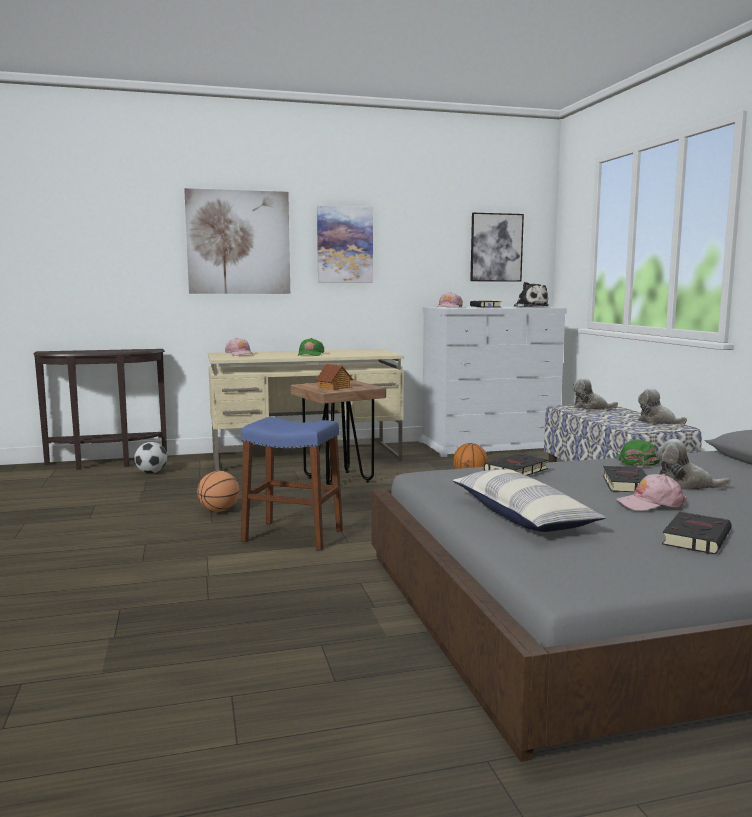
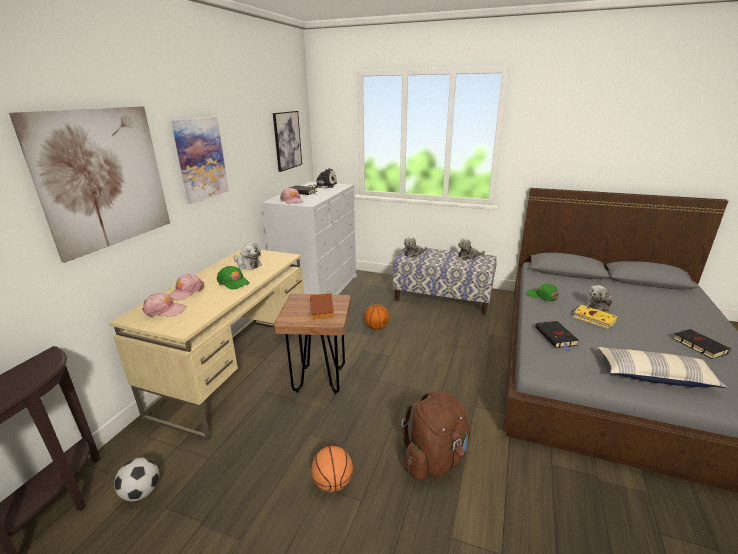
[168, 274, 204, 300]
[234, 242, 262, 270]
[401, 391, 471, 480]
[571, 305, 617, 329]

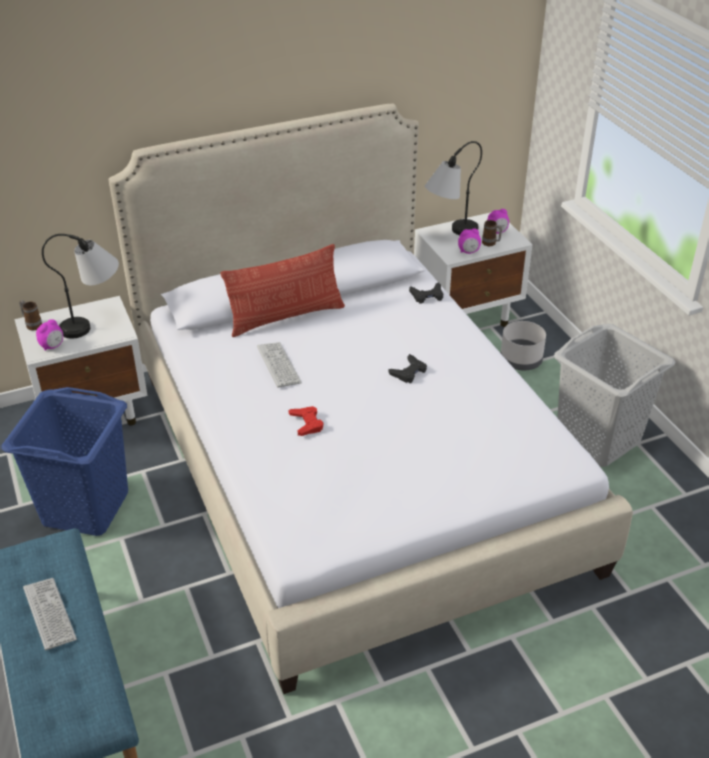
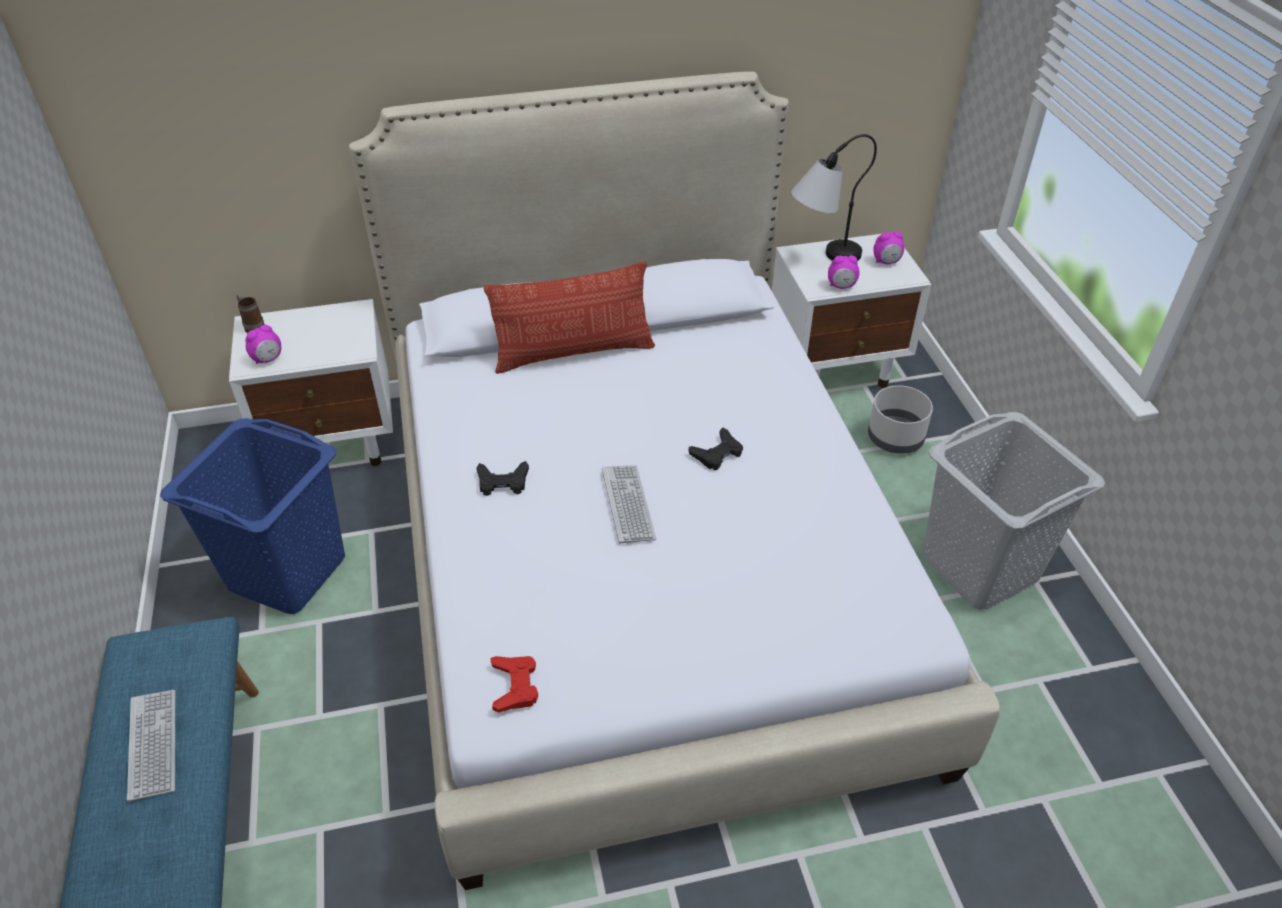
[477, 461, 529, 496]
[490, 656, 538, 712]
[602, 465, 656, 543]
[42, 234, 119, 339] (first image)
[482, 220, 502, 246] (first image)

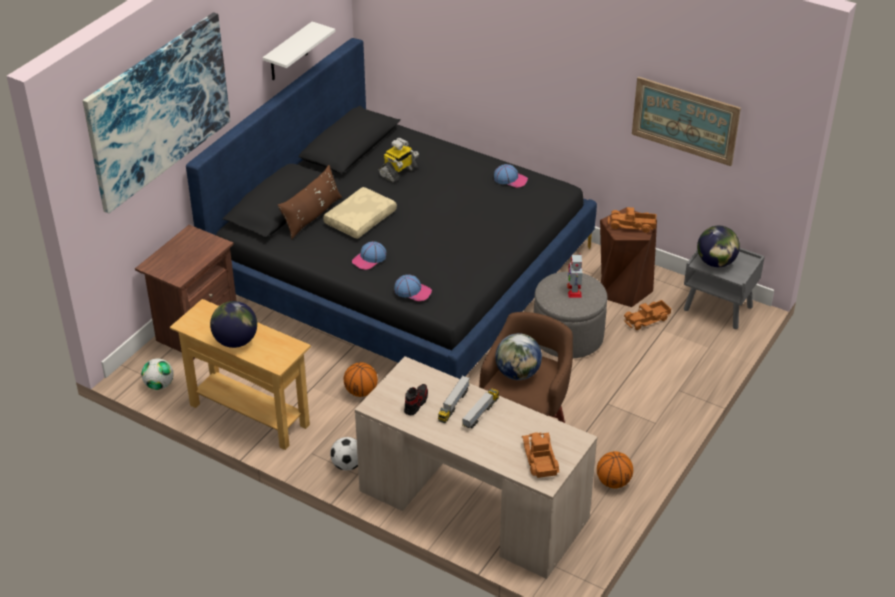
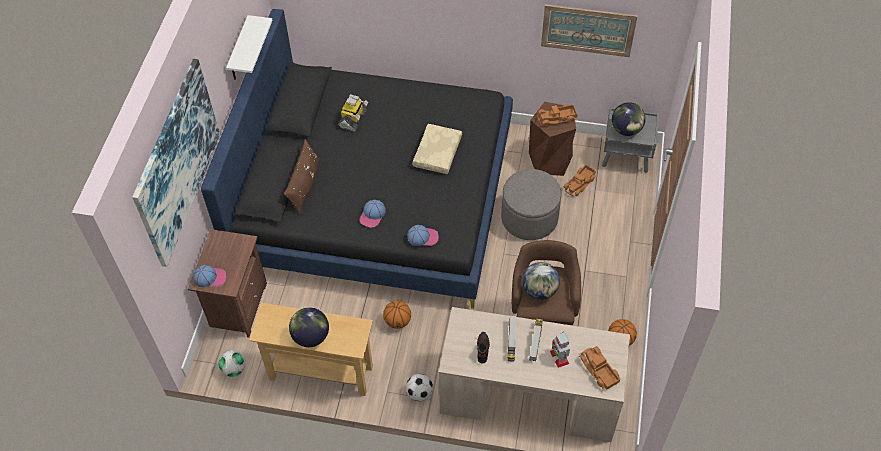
[193, 265, 226, 287]
[412, 124, 462, 174]
[550, 331, 570, 368]

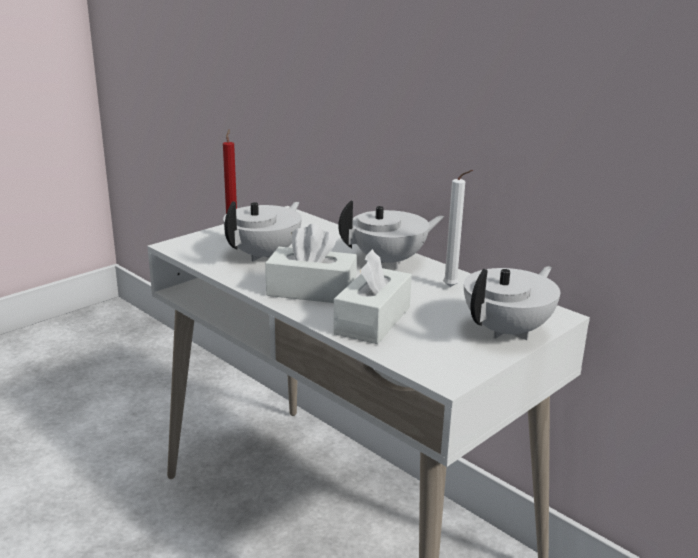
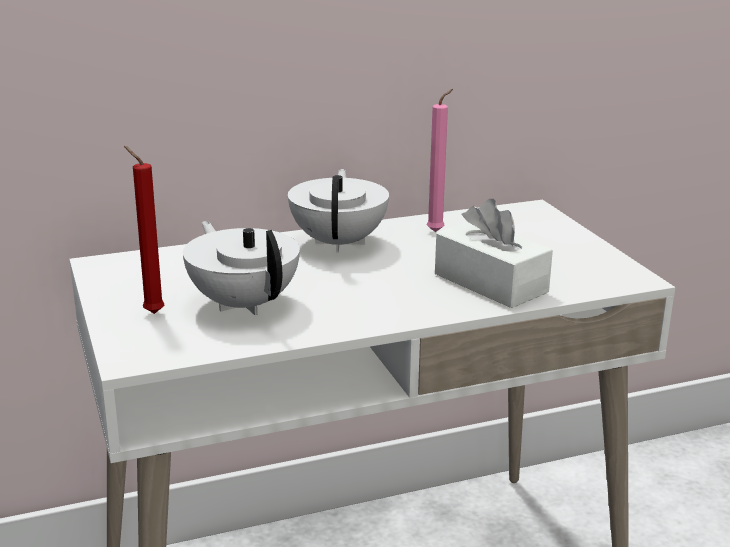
[427, 89, 453, 232]
[265, 224, 357, 303] (first image)
[464, 266, 560, 340] (first image)

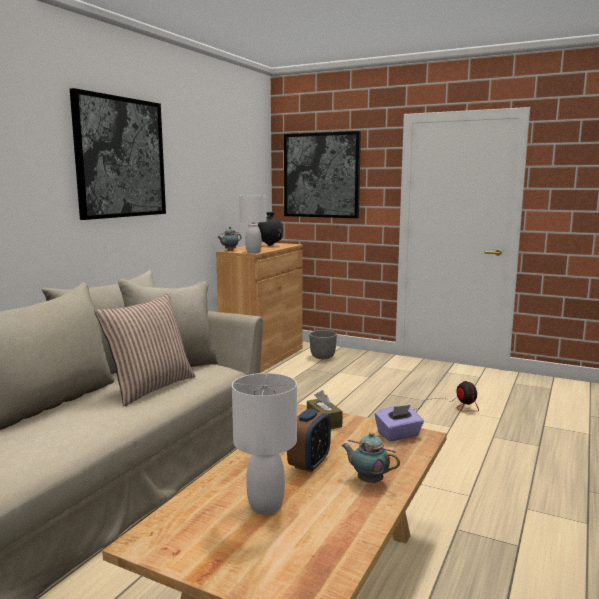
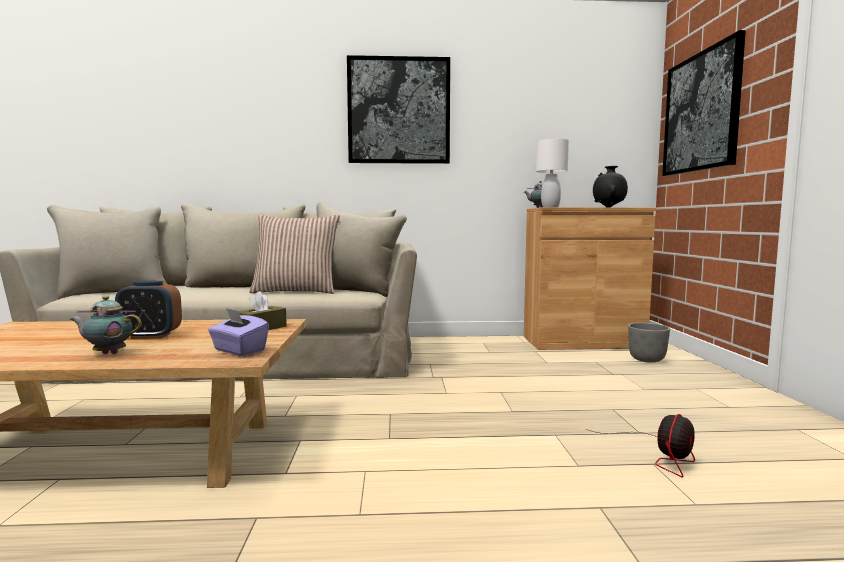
[70, 296, 142, 354]
[232, 373, 297, 515] (first image)

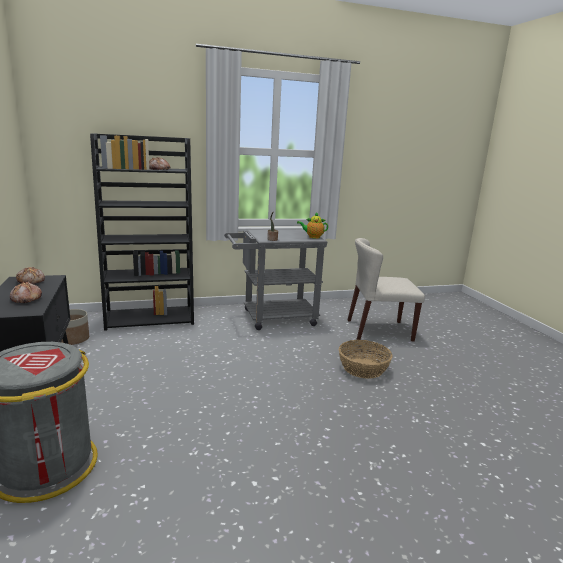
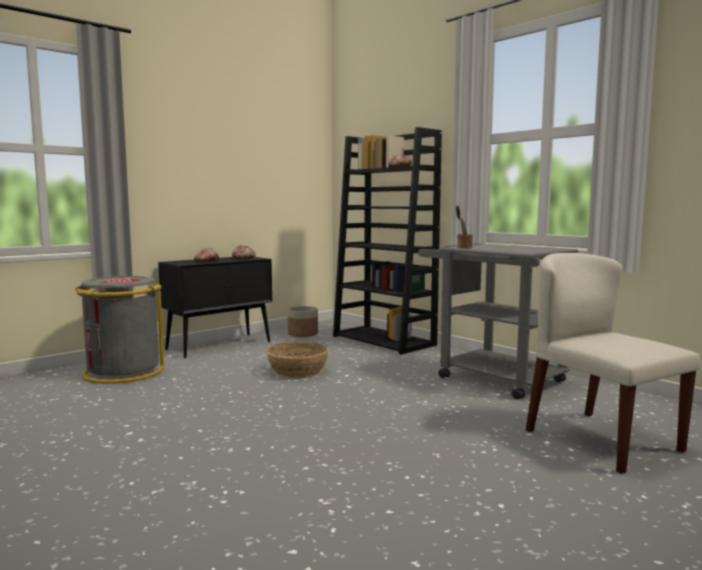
[266, 342, 329, 378]
[297, 212, 328, 239] (first image)

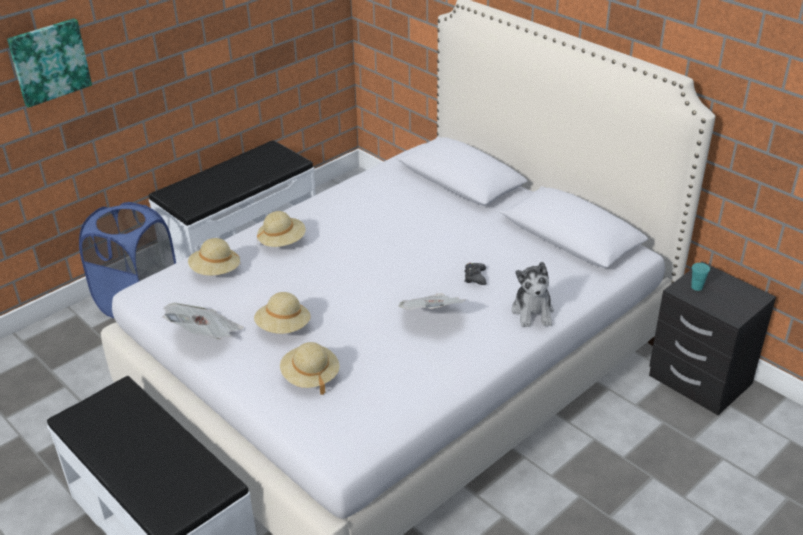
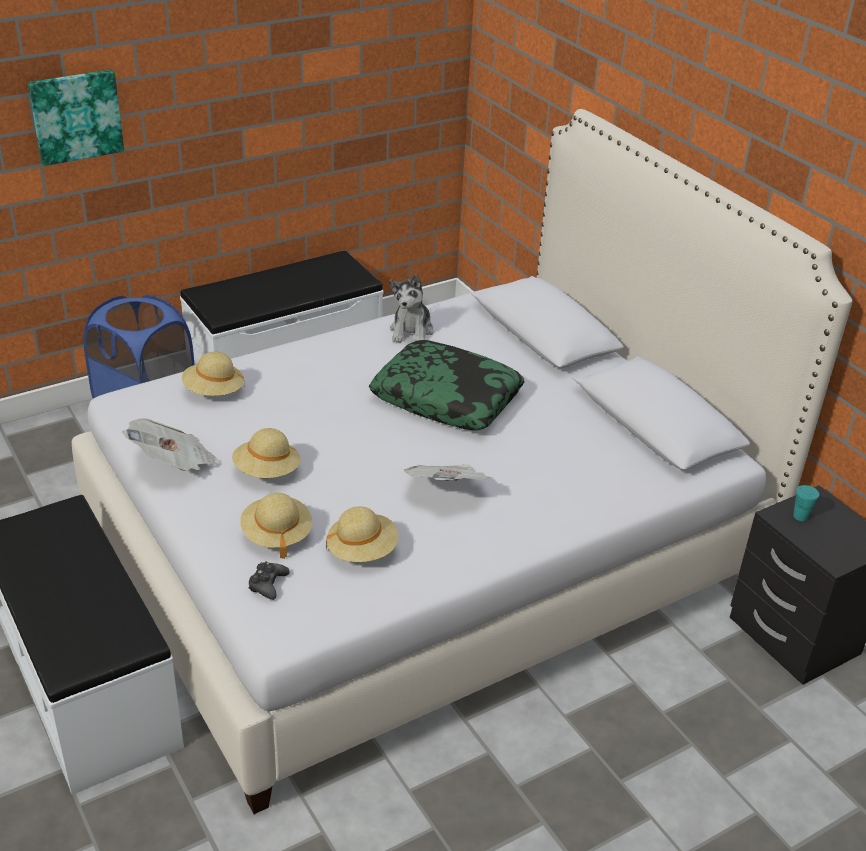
[248, 562, 290, 600]
[326, 506, 398, 562]
[369, 340, 524, 431]
[389, 274, 434, 343]

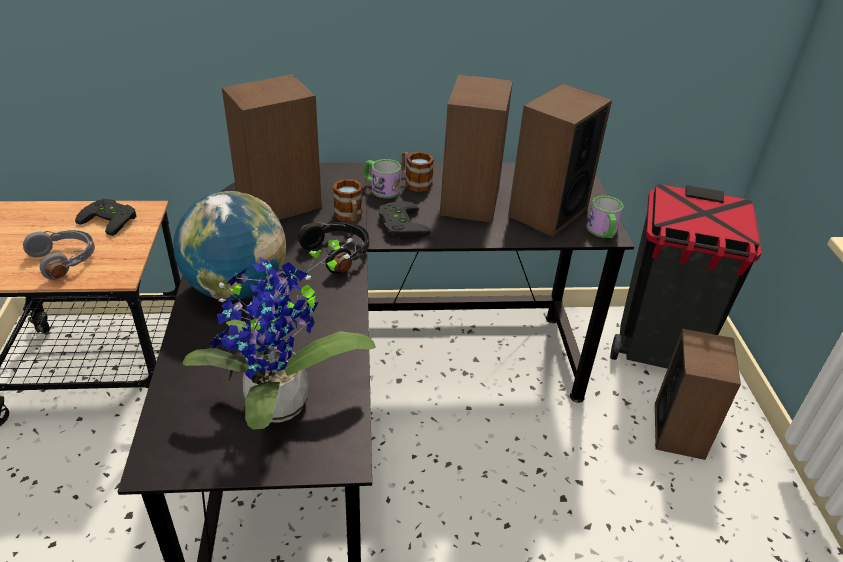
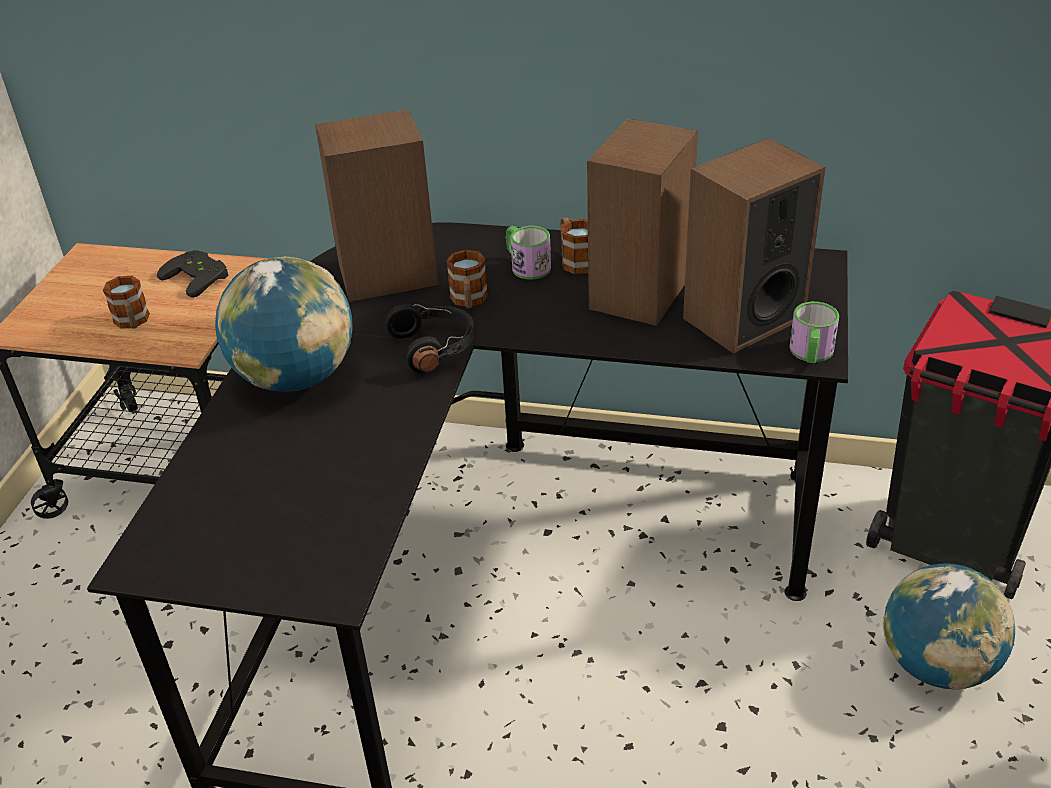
[103, 276, 150, 329]
[883, 563, 1015, 690]
[183, 238, 376, 430] (first image)
[379, 201, 431, 239] (first image)

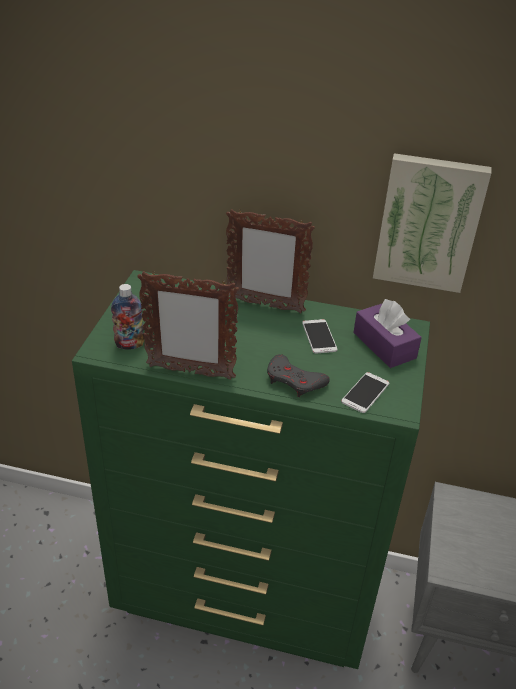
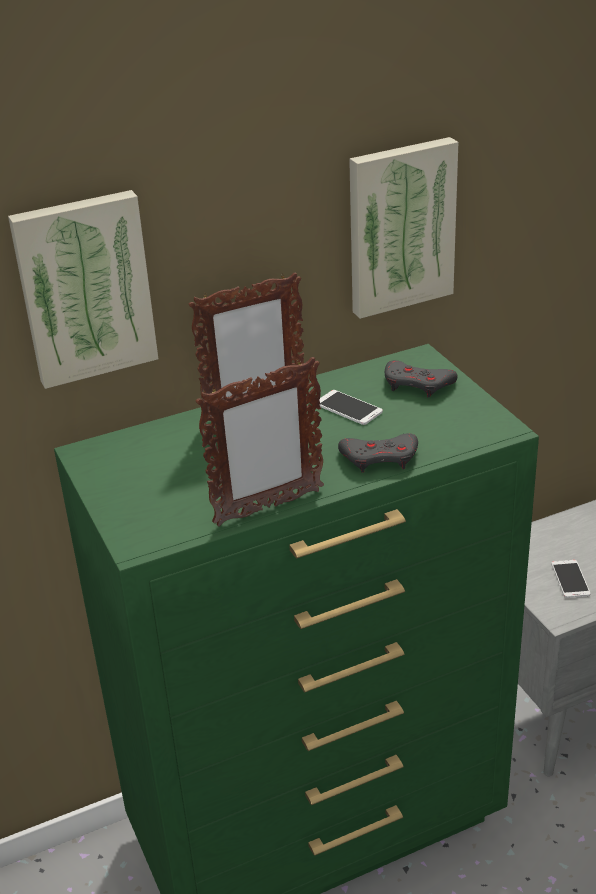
[8, 190, 158, 389]
[384, 360, 457, 398]
[551, 560, 591, 598]
[111, 284, 145, 350] (first image)

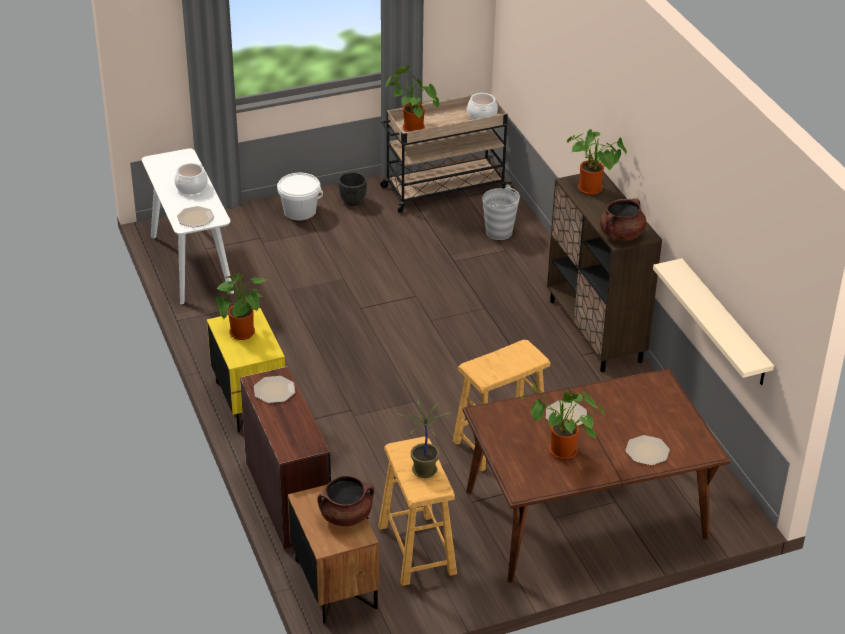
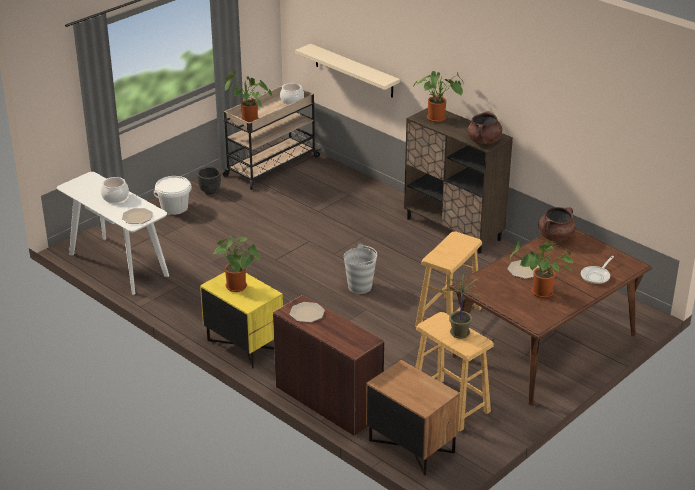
[295, 44, 400, 98]
[344, 243, 377, 294]
[538, 207, 576, 241]
[581, 256, 614, 284]

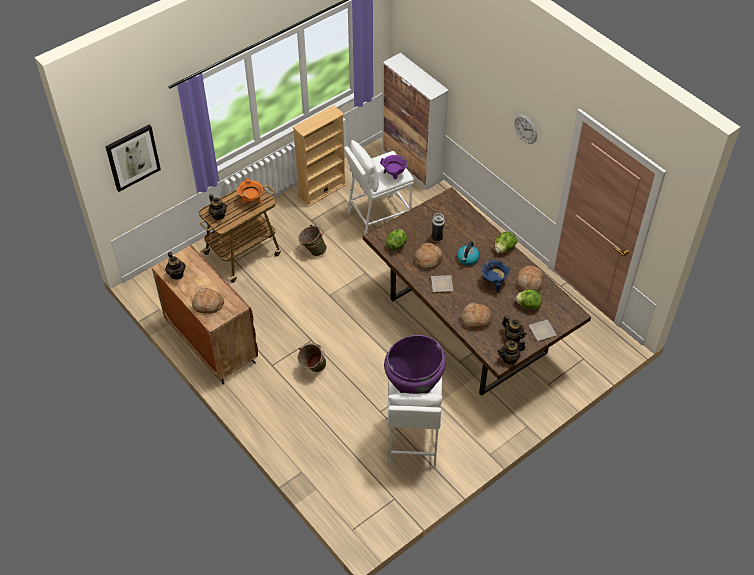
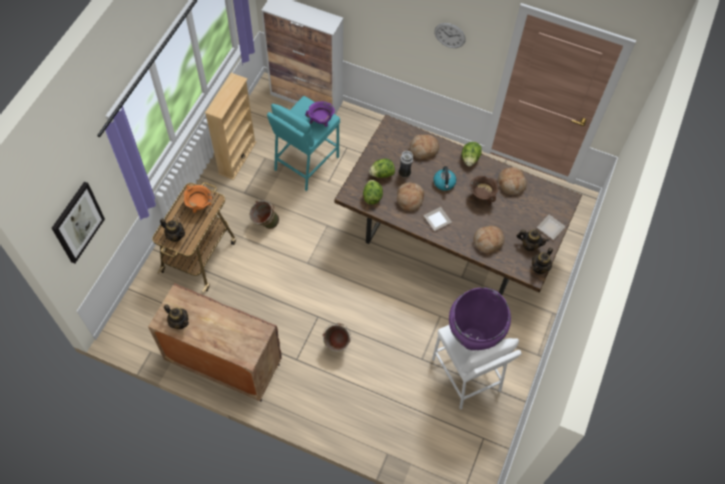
[267, 96, 340, 191]
[369, 159, 395, 178]
[410, 135, 439, 159]
[470, 176, 498, 206]

